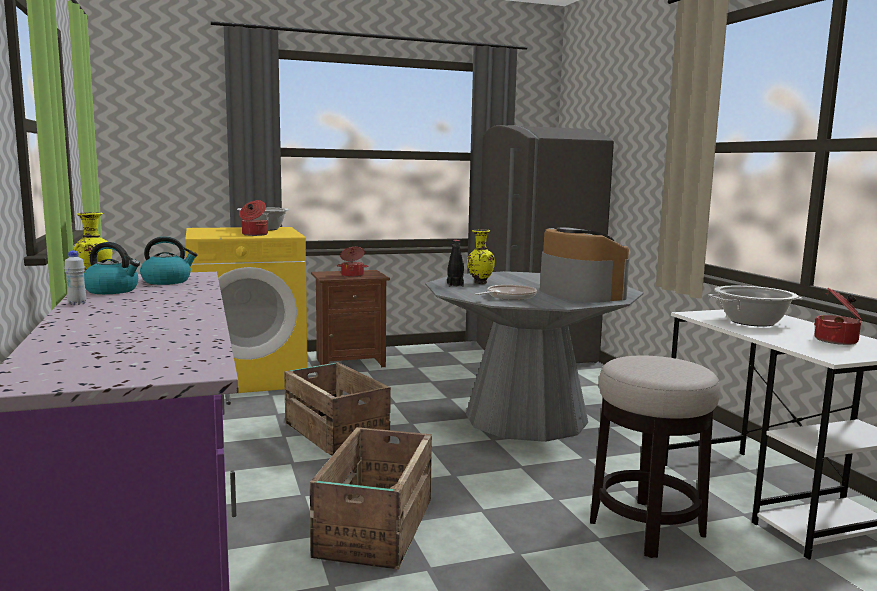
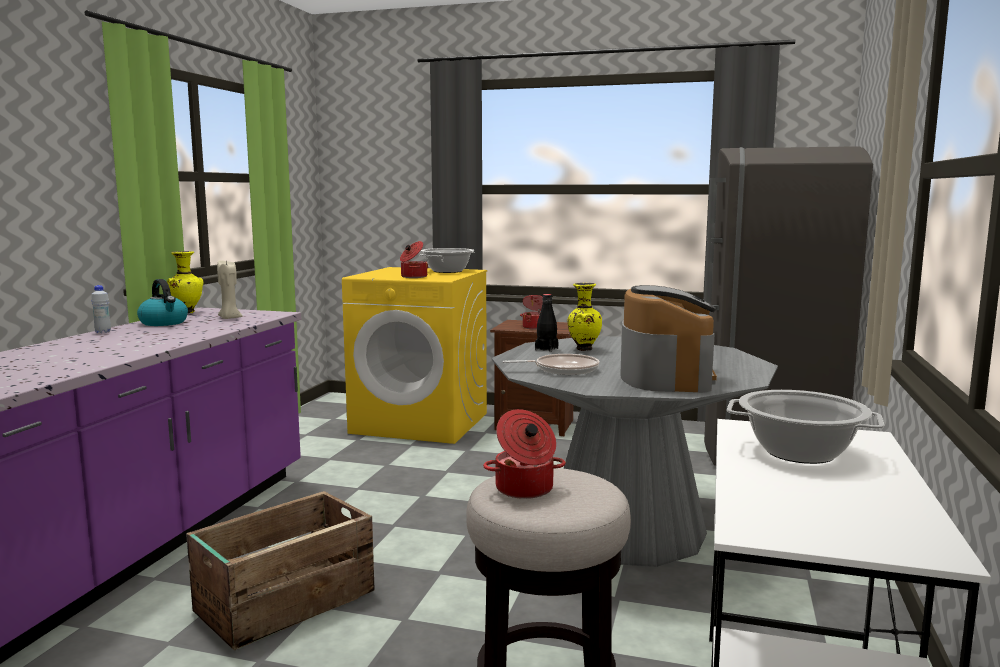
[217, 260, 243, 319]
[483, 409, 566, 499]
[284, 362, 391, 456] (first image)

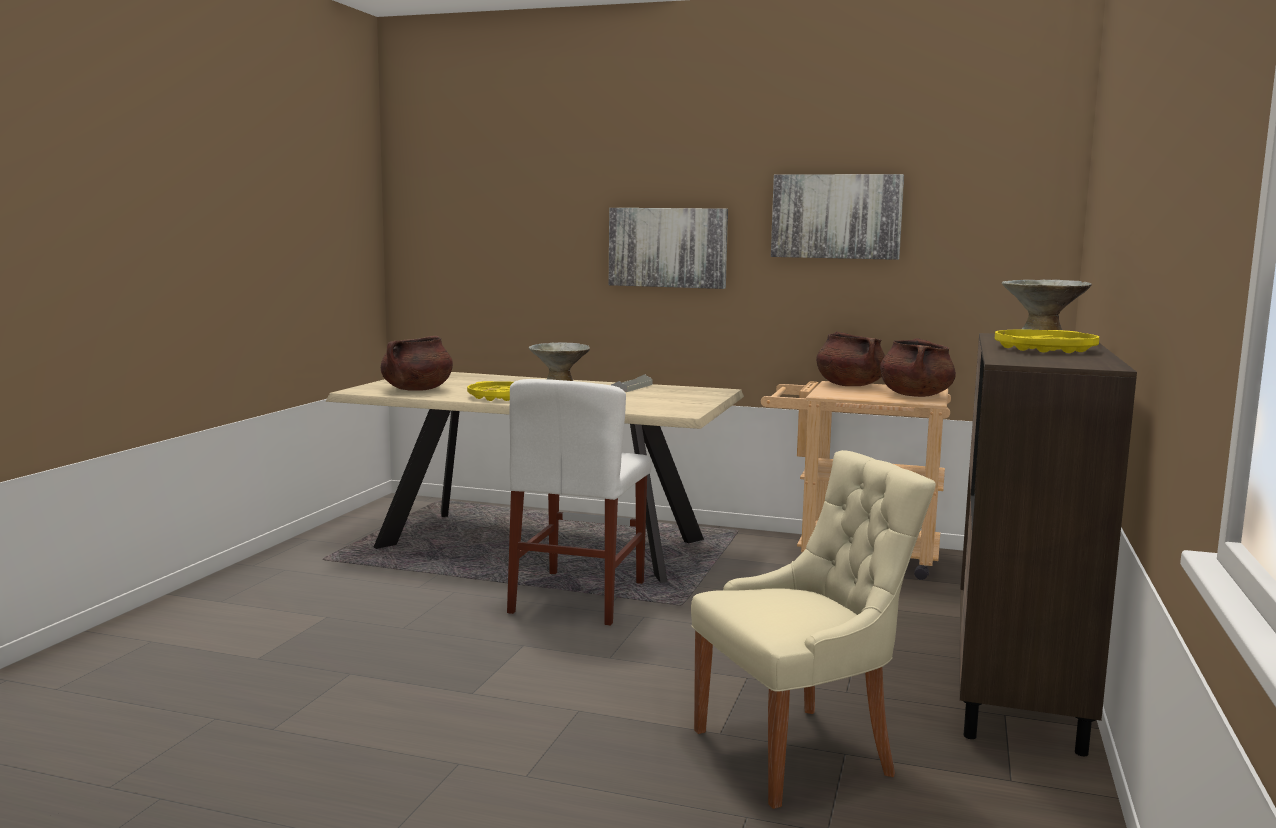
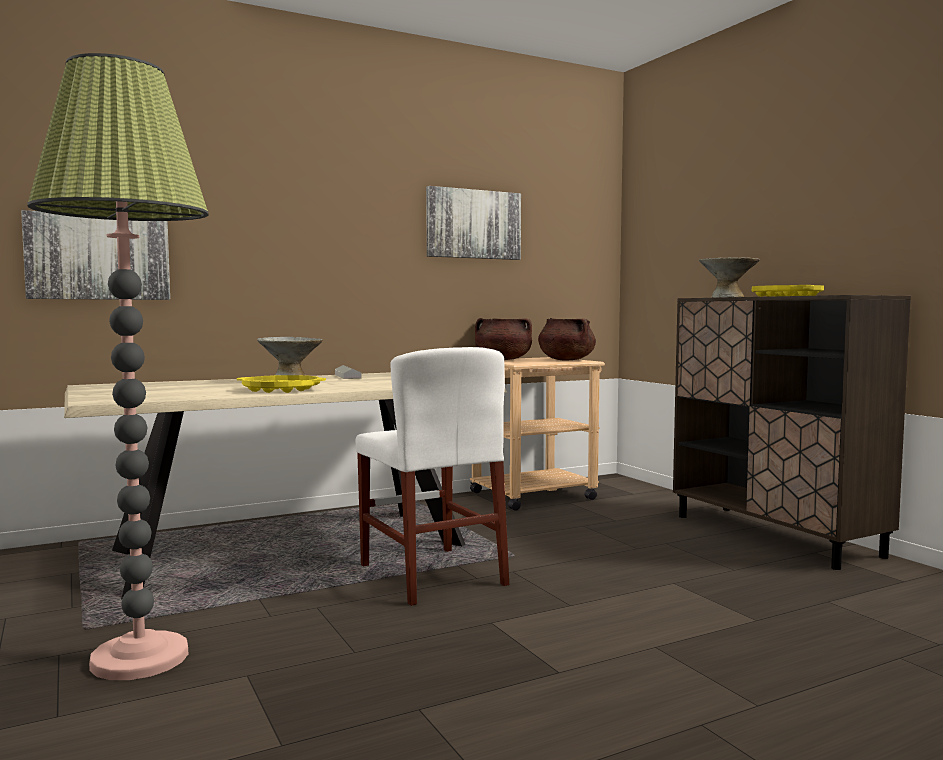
[21, 210, 170, 300]
[27, 53, 209, 680]
[381, 336, 453, 391] (first image)
[691, 450, 936, 809] (first image)

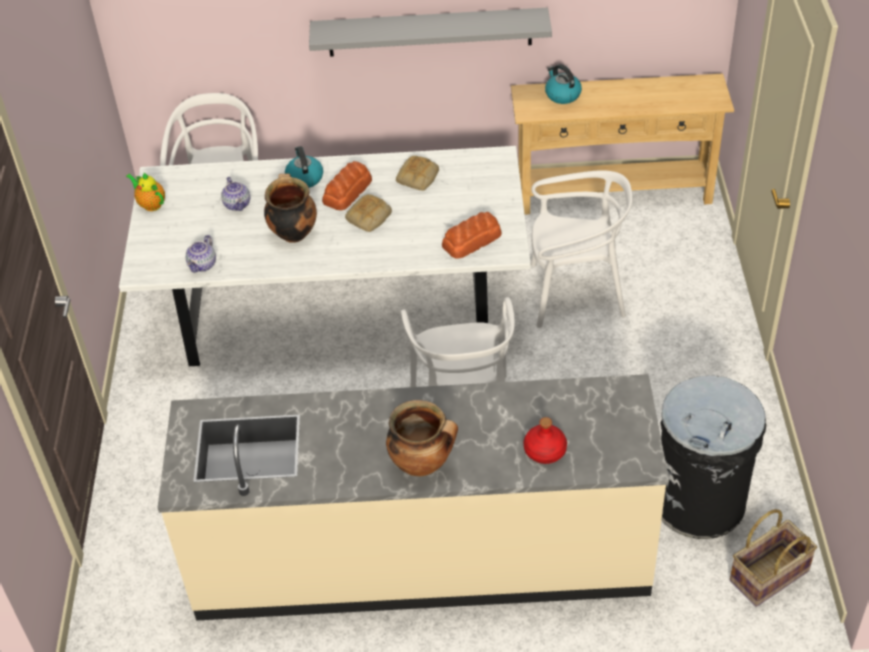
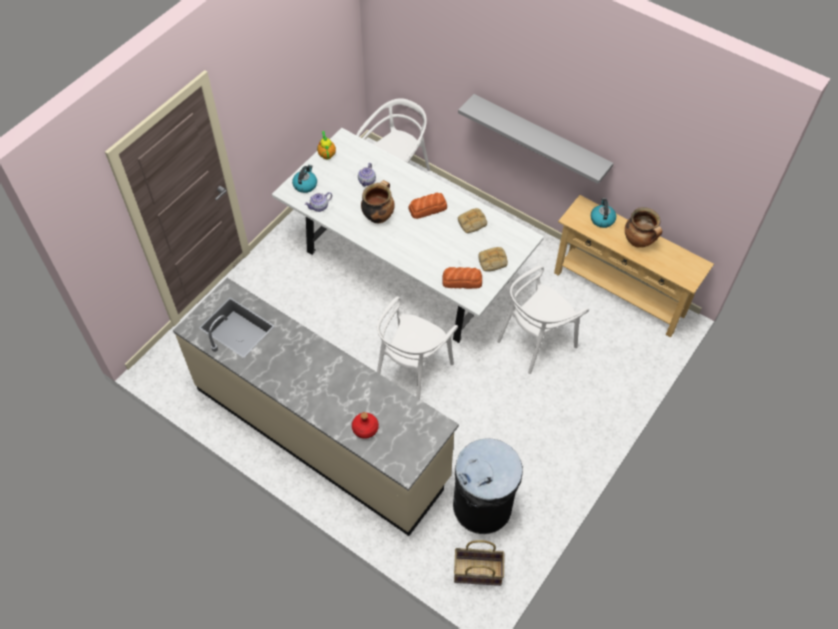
[292, 165, 317, 193]
[479, 247, 508, 271]
[497, 265, 589, 374]
[625, 207, 662, 248]

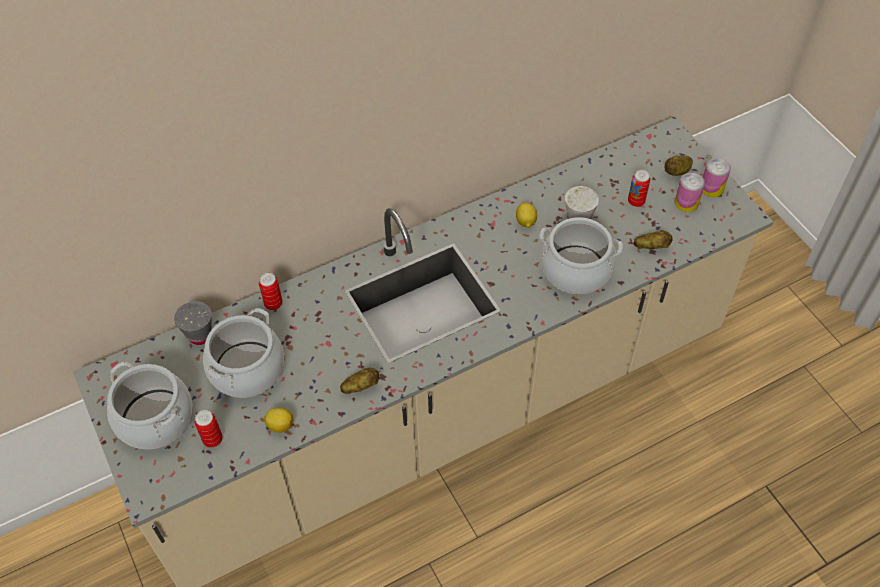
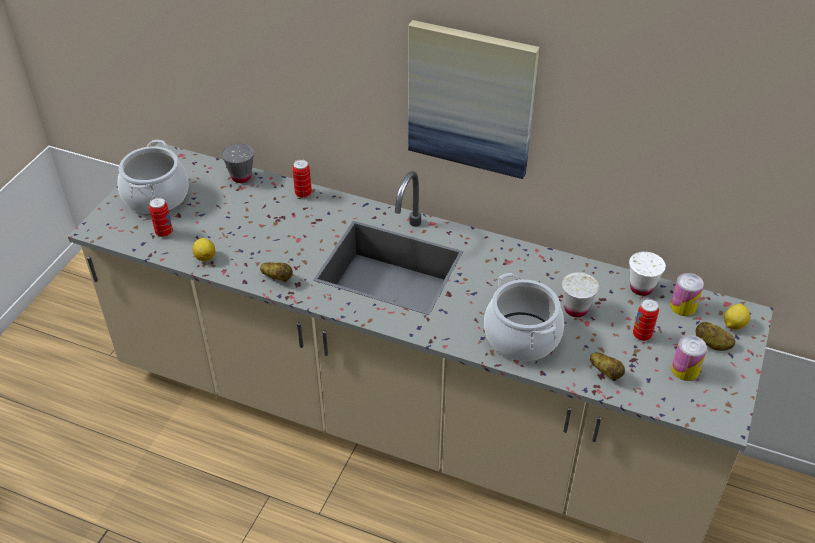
[408, 20, 540, 179]
[629, 252, 666, 296]
[670, 273, 704, 316]
[724, 304, 750, 330]
[203, 308, 284, 398] (first image)

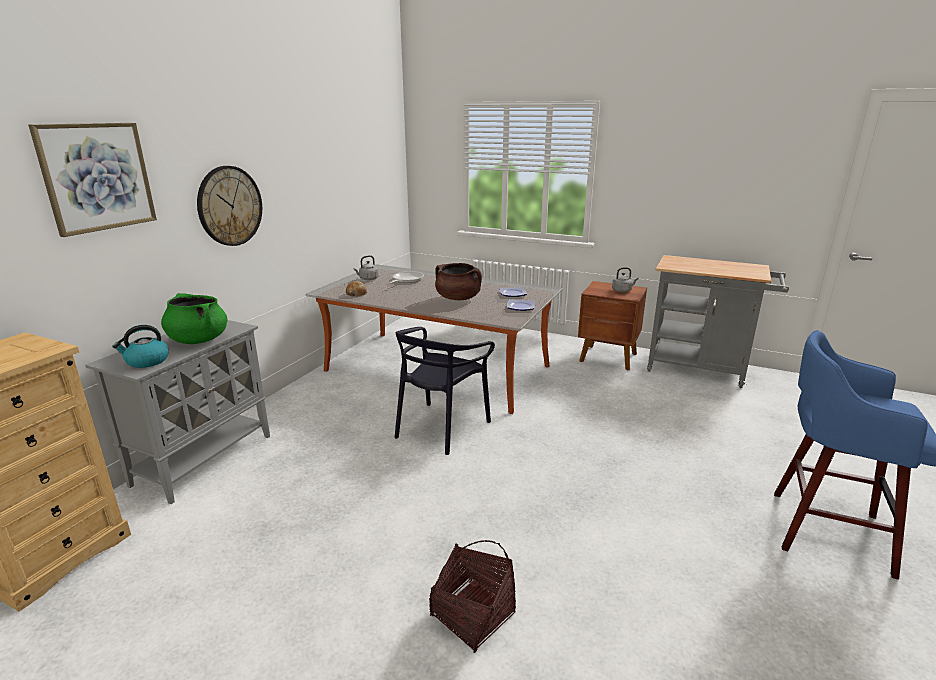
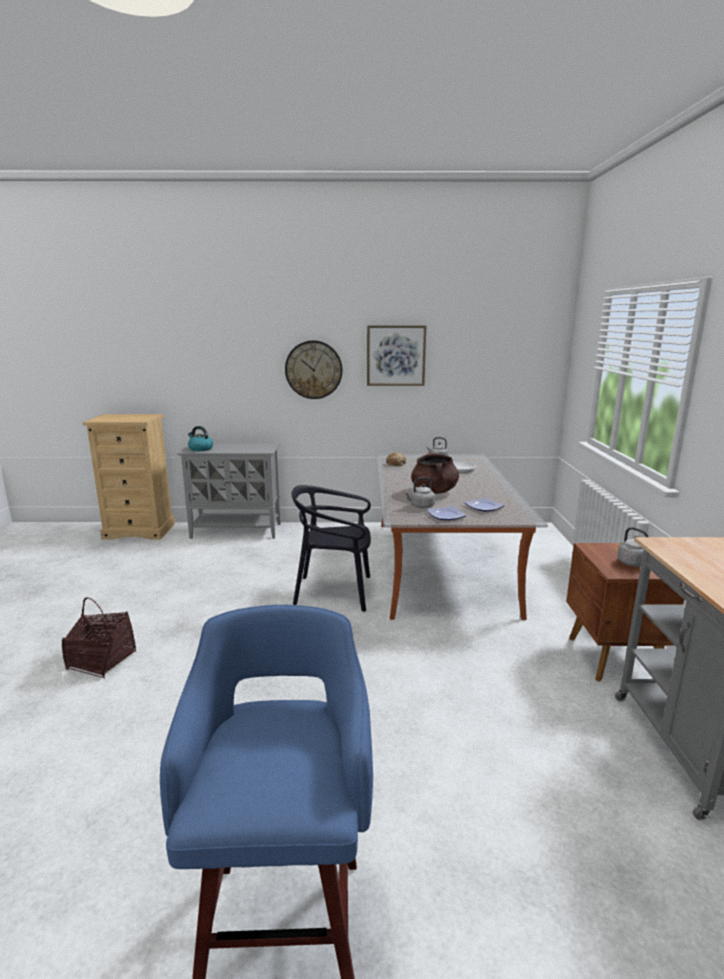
[367, 325, 426, 386]
[404, 477, 435, 509]
[161, 293, 227, 344] (first image)

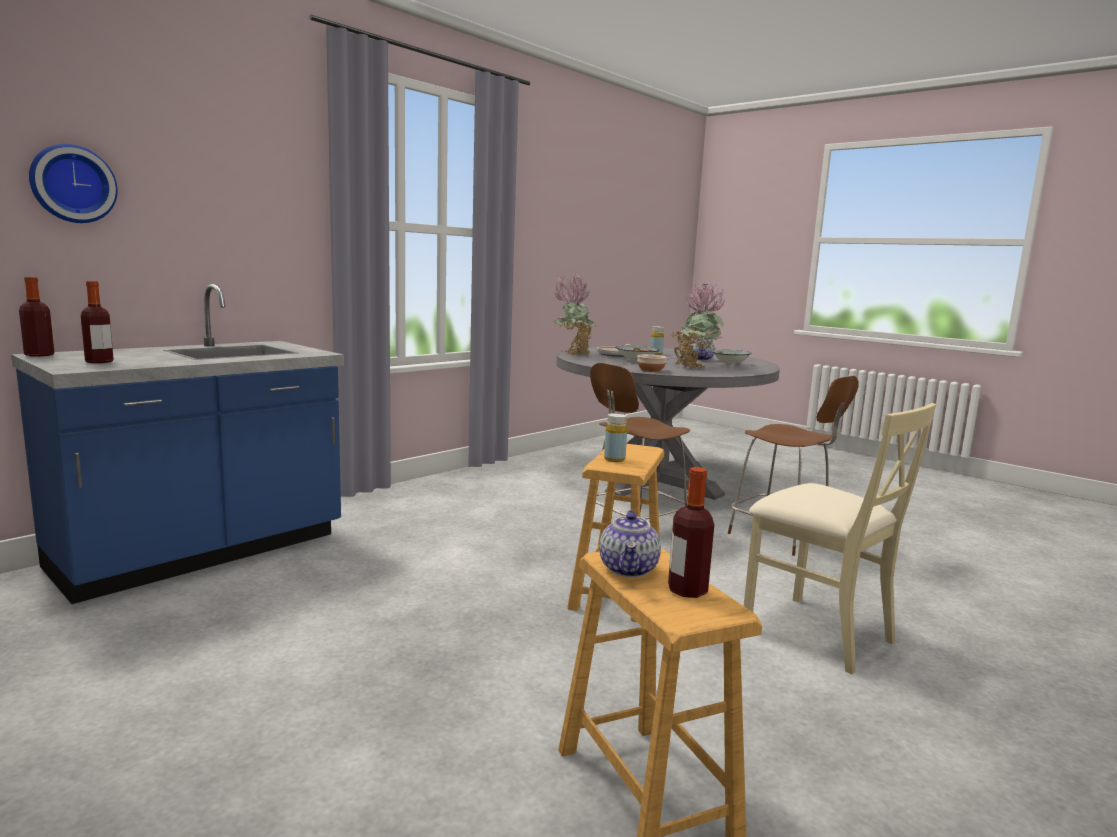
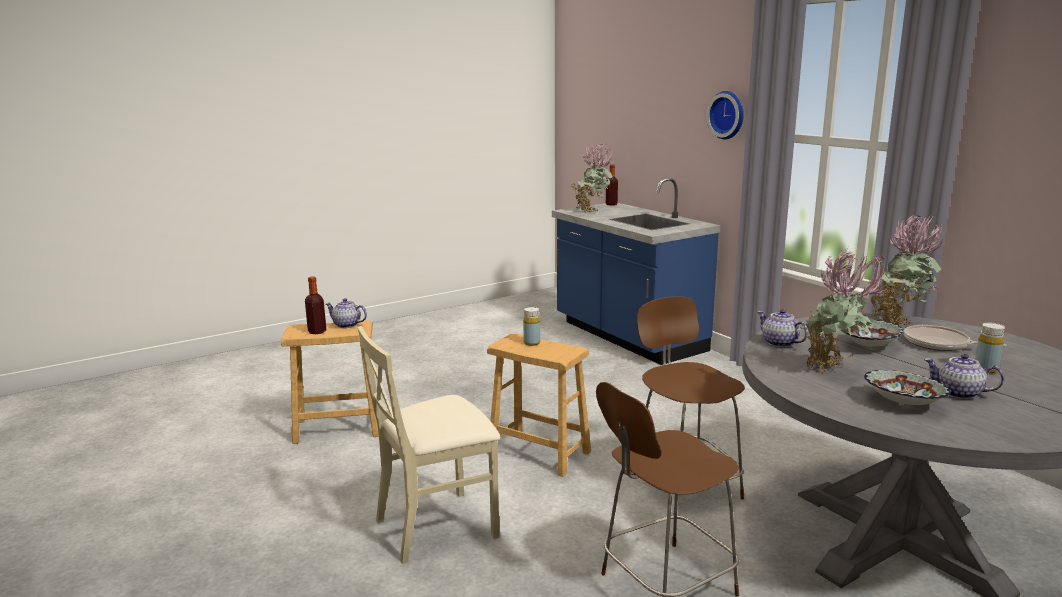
[570, 143, 613, 213]
[706, 91, 744, 139]
[757, 309, 808, 347]

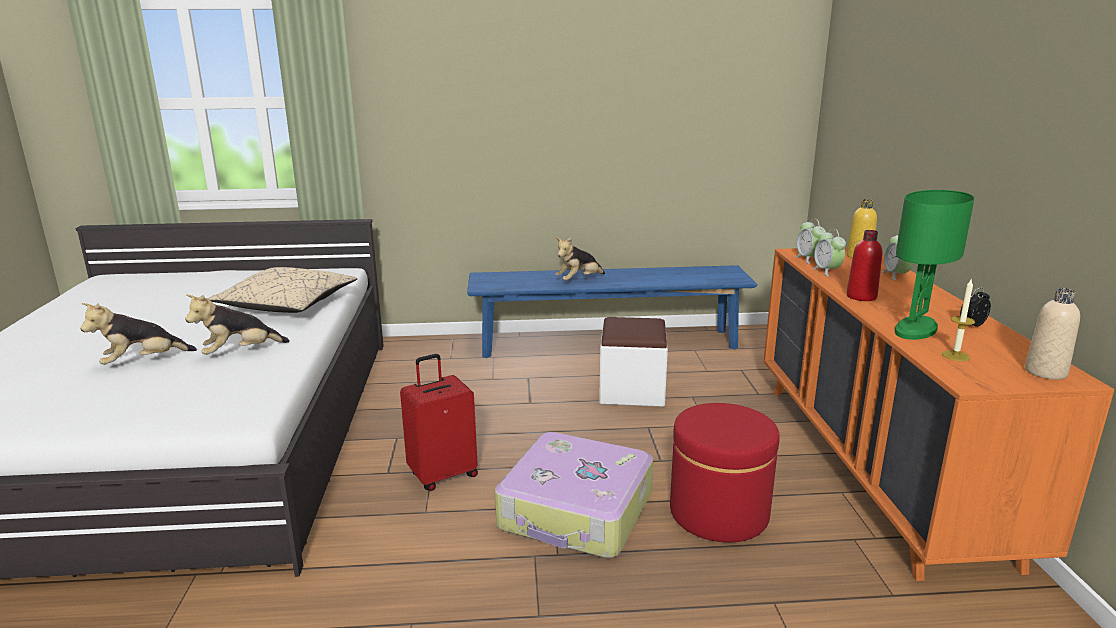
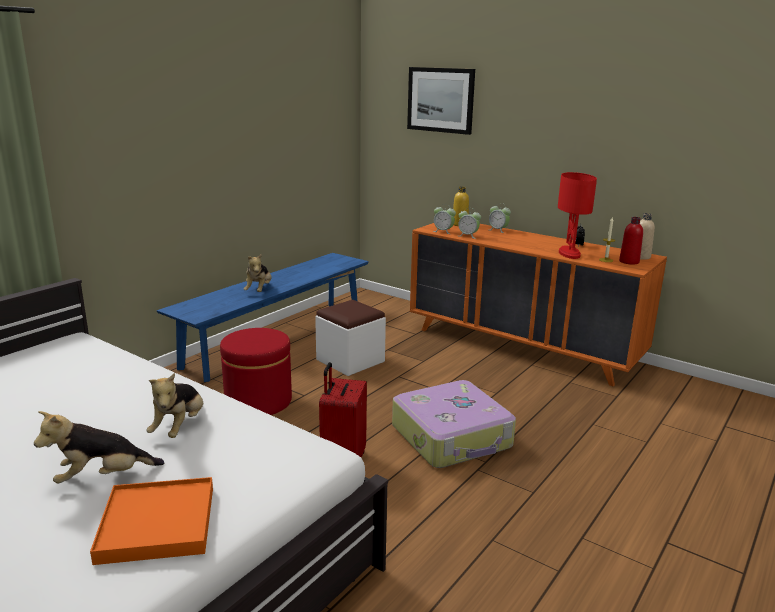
[34, 411, 164, 483]
[90, 477, 213, 565]
[220, 328, 292, 415]
[407, 67, 475, 135]
[558, 172, 597, 259]
[619, 217, 643, 265]
[208, 267, 358, 313] (first image)

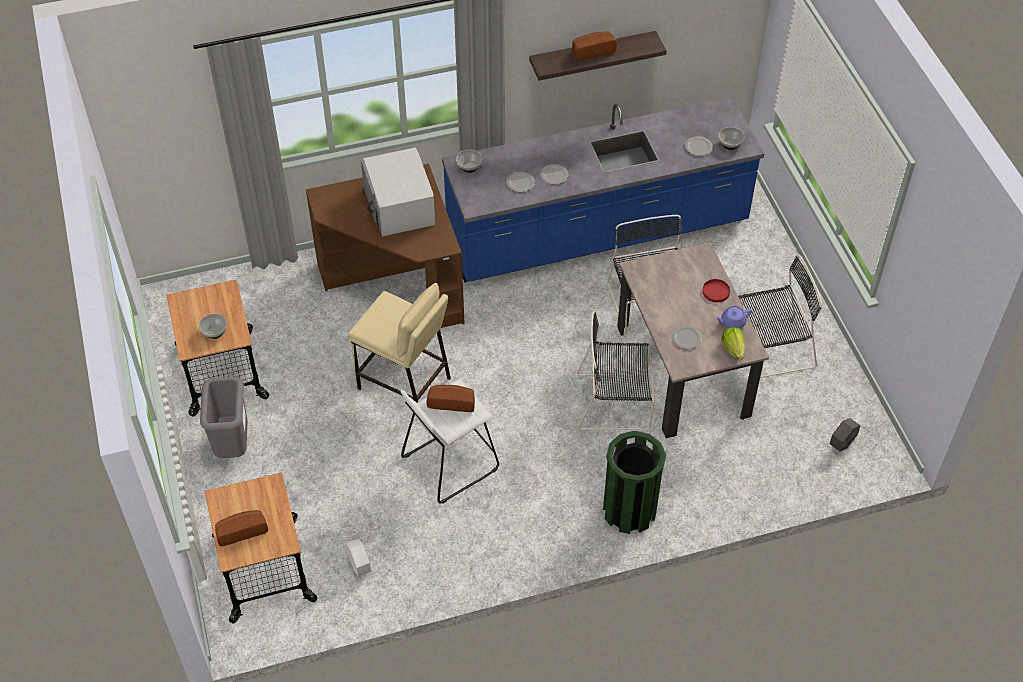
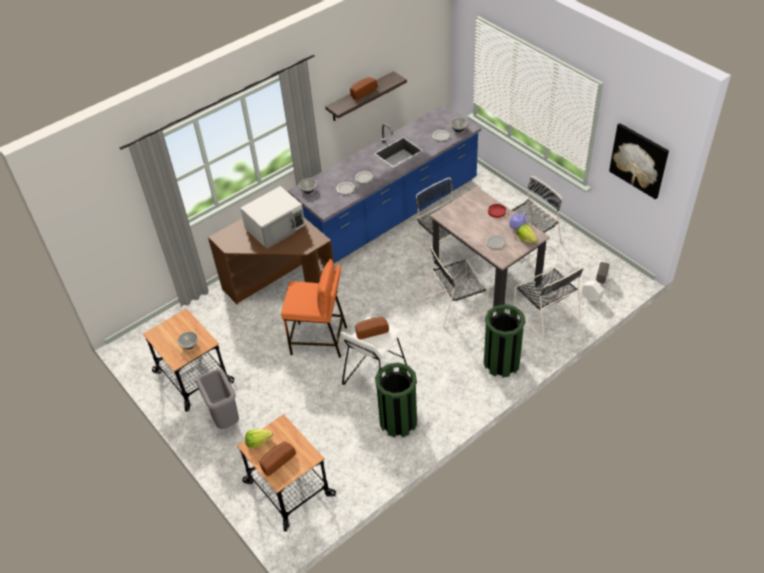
[240, 186, 305, 249]
[245, 429, 273, 448]
[281, 259, 347, 358]
[375, 363, 417, 437]
[514, 267, 583, 340]
[582, 280, 604, 302]
[609, 123, 669, 199]

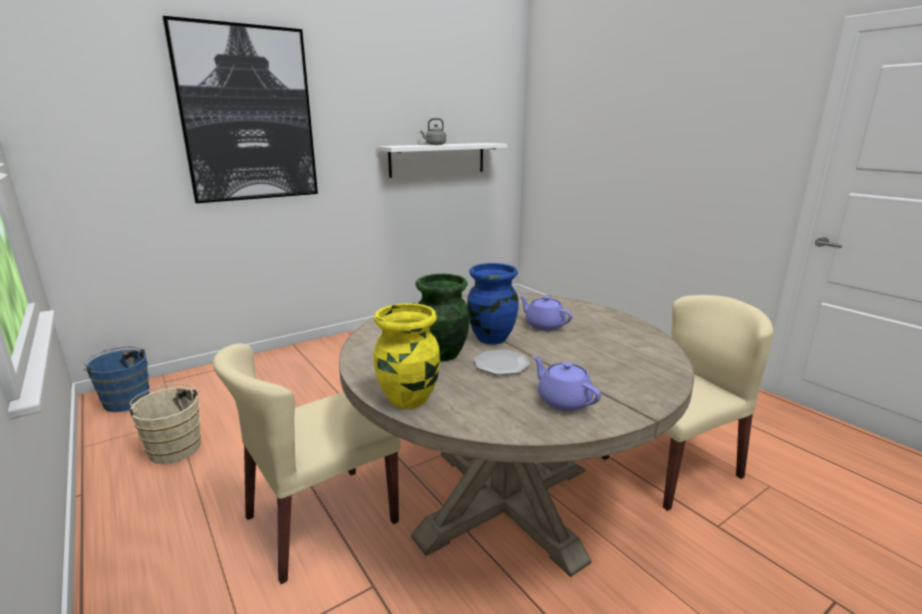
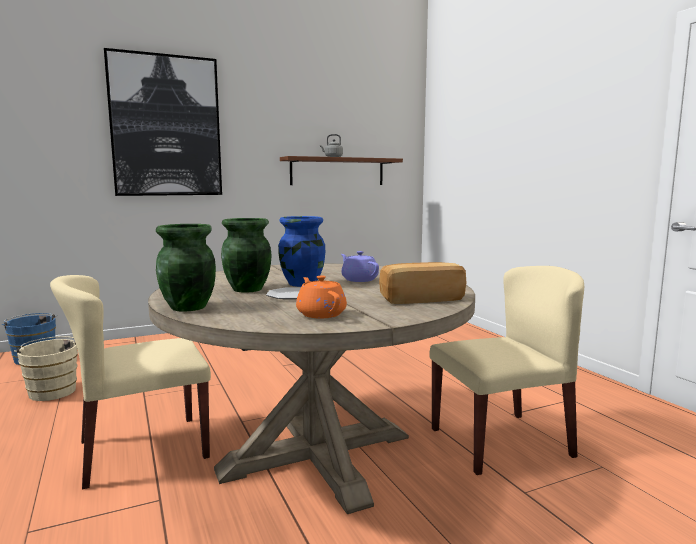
[156, 224, 216, 312]
[280, 156, 403, 185]
[296, 275, 347, 319]
[379, 262, 466, 304]

